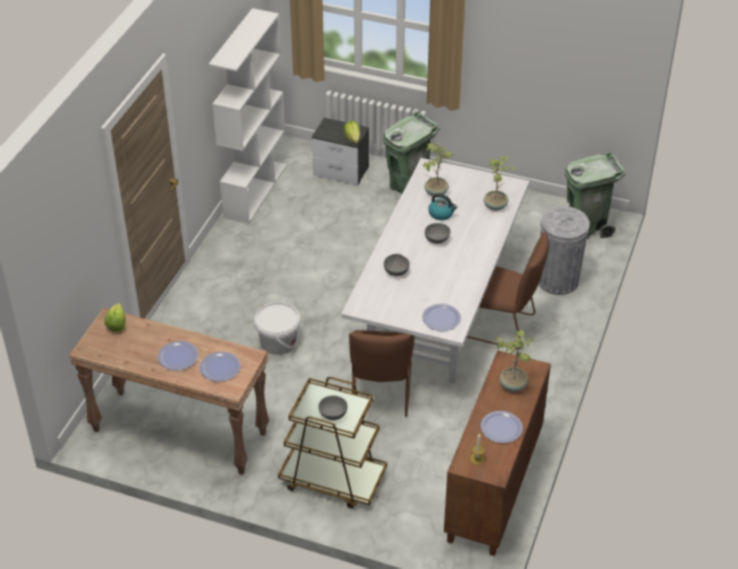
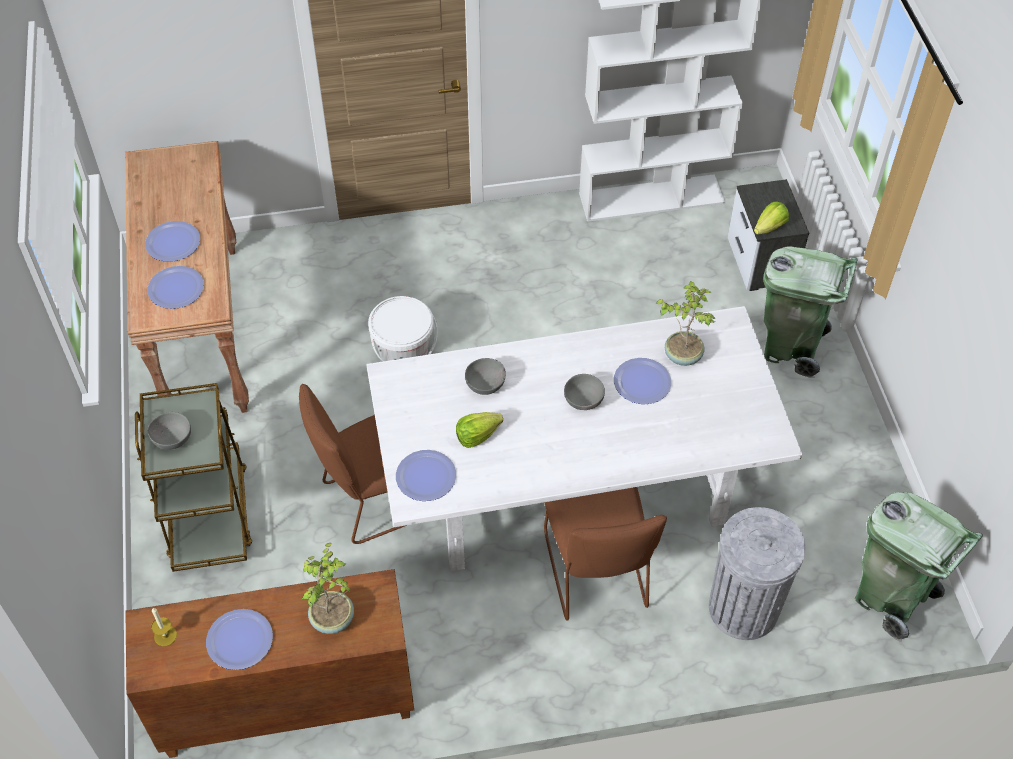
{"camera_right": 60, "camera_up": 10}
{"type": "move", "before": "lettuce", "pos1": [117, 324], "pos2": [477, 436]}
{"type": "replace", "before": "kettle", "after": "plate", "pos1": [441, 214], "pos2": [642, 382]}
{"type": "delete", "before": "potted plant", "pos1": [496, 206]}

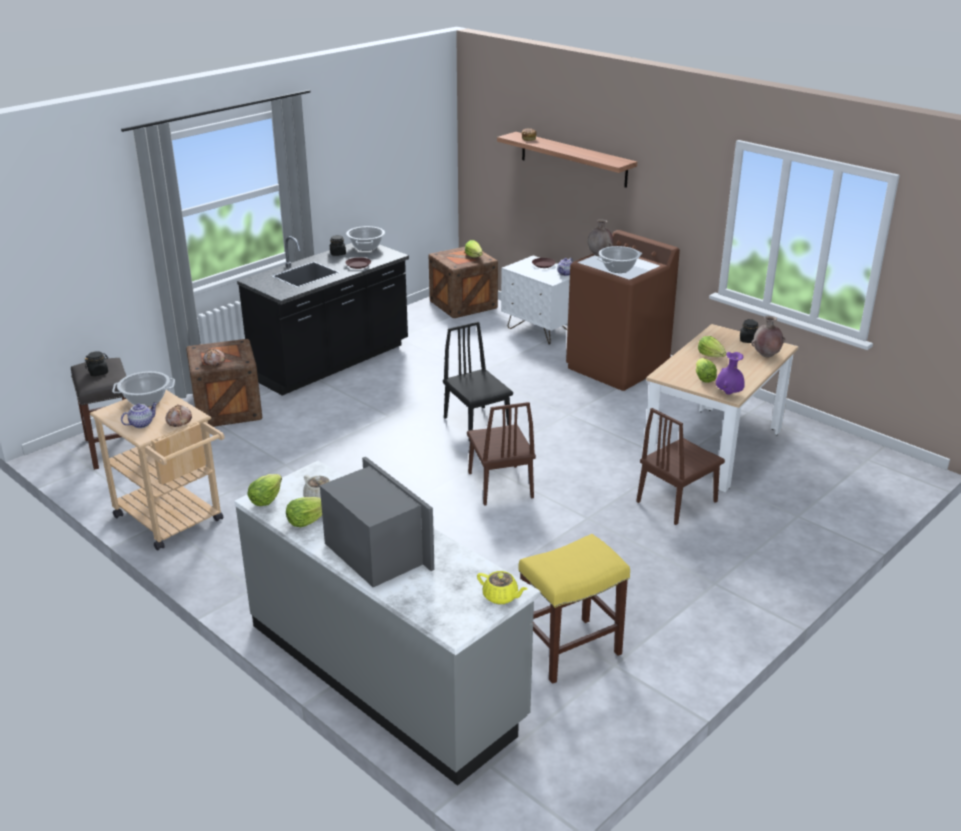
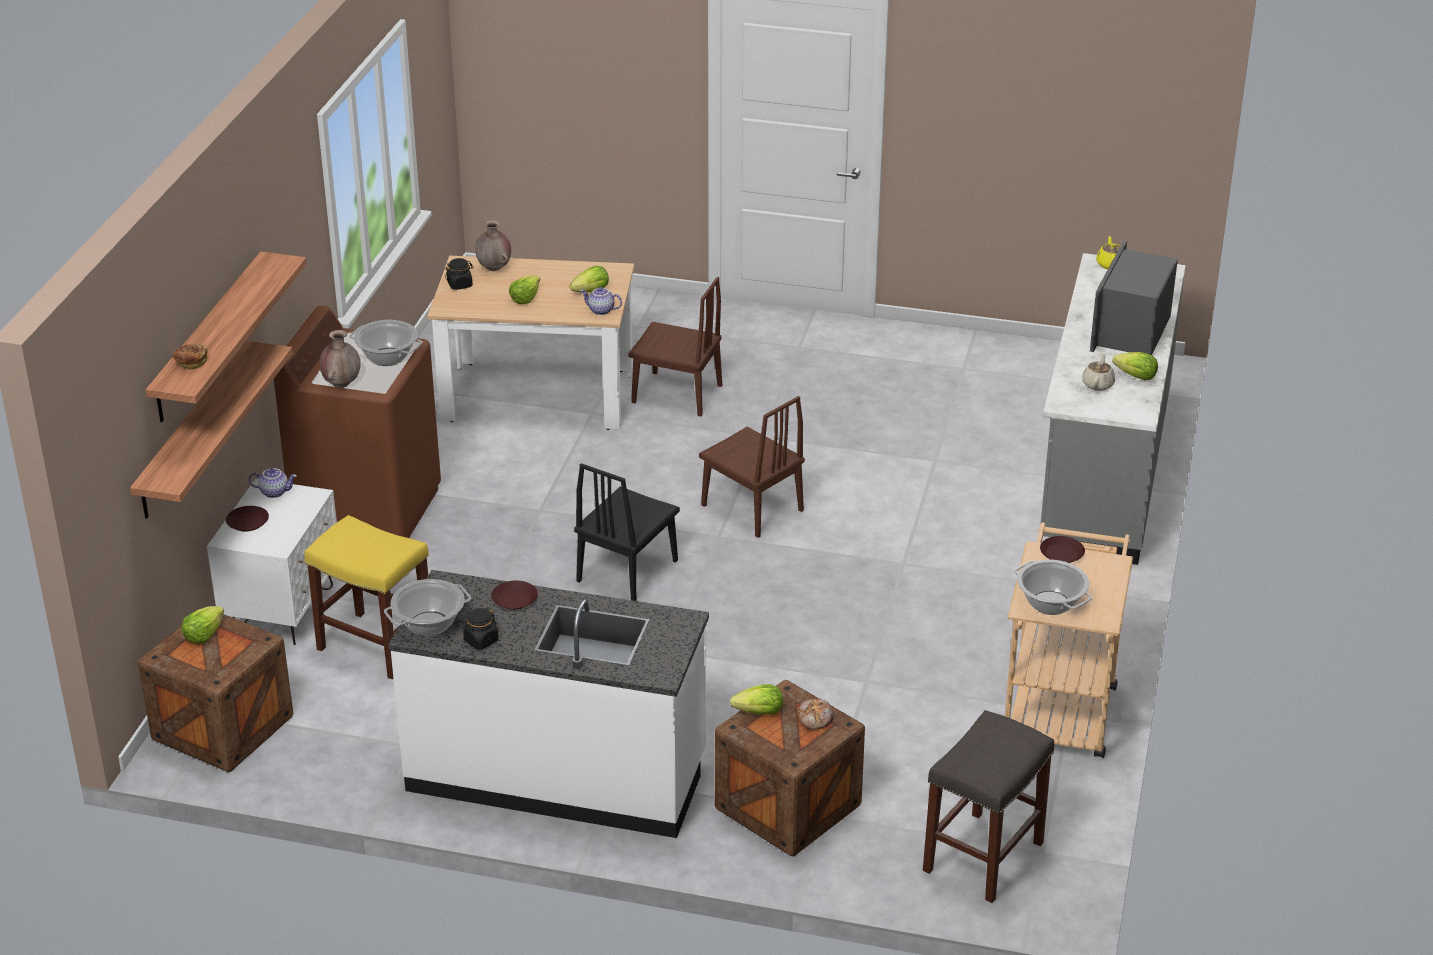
{"camera_right": -120, "camera_up": 5}
{"type": "delete", "before": "black jar", "pos1": [98, 372]}
{"type": "move", "before": "teapot", "pos1": [141, 424], "pos2": [600, 310]}
{"type": "replace", "before": "bread", "after": "brown plate", "pos1": [178, 421], "pos2": [1062, 553]}
{"type": "recolor", "before": "black counter", "after": "white counter", "pos1": [332, 363], "pos2": [557, 775]}
{"type": "move", "before": "lettuce", "pos1": [266, 500], "pos2": [759, 712]}
{"type": "rotate", "before": "brown chair", "pos1": [500, 485], "pos2": [752, 508], "turn": 90}
{"type": "move", "before": "yellow stool", "pos1": [570, 649], "pos2": [374, 645]}
{"type": "delete", "before": "purple vase", "pos1": [728, 393]}
{"type": "insert", "after": "shelf", "pos2": [193, 431]}

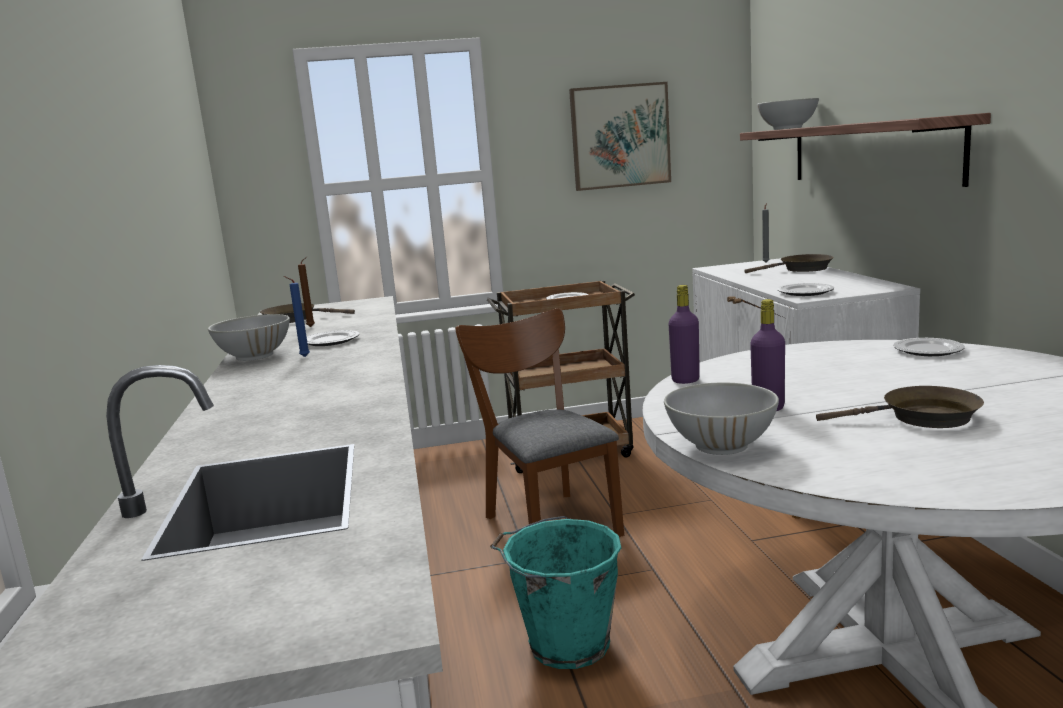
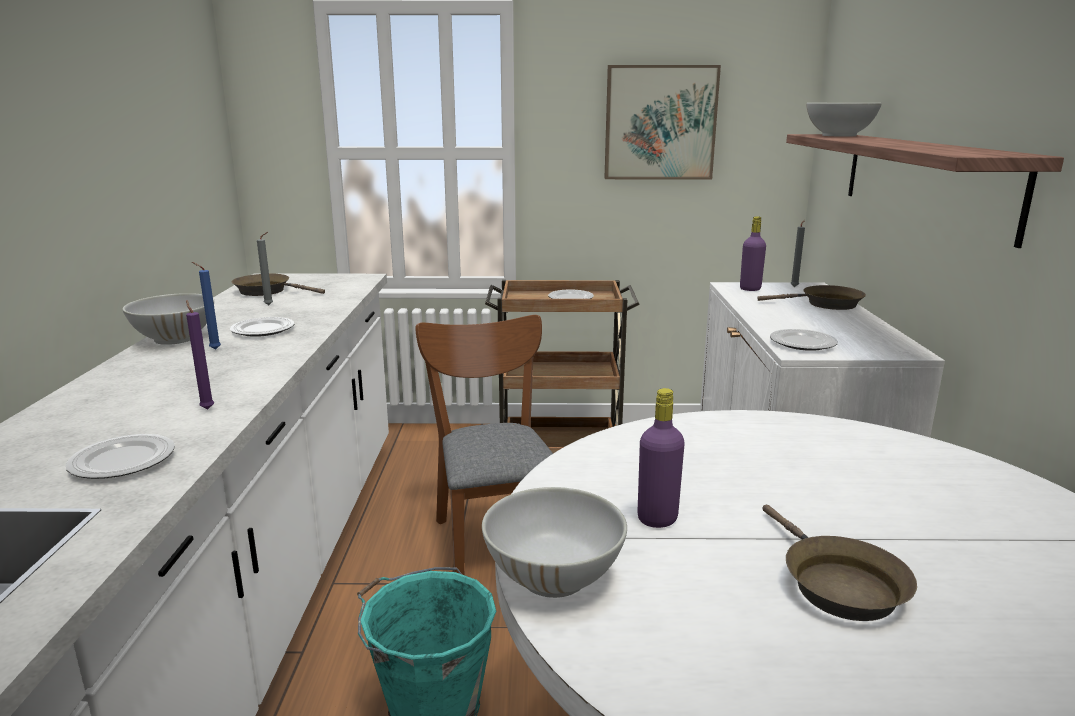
{"camera_right": 10, "camera_up": 5}
{"type": "recolor", "before": "brown candle", "after": "grey candle", "pos1": [312, 326], "pos2": [270, 305]}
{"type": "move", "before": "purple bottle", "pos1": [685, 380], "pos2": [750, 289]}
{"type": "rotate", "before": "brown frying pan", "pos1": [922, 418], "pos2": [836, 584], "turn": 60}
{"type": "move", "before": "plate", "pos1": [928, 350], "pos2": [124, 461]}
{"type": "insert", "after": "purple candle", "pos2": [207, 408]}

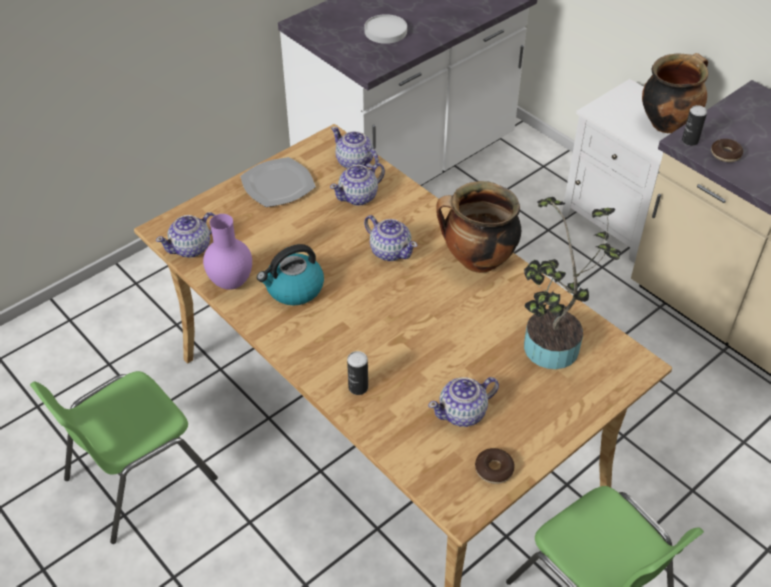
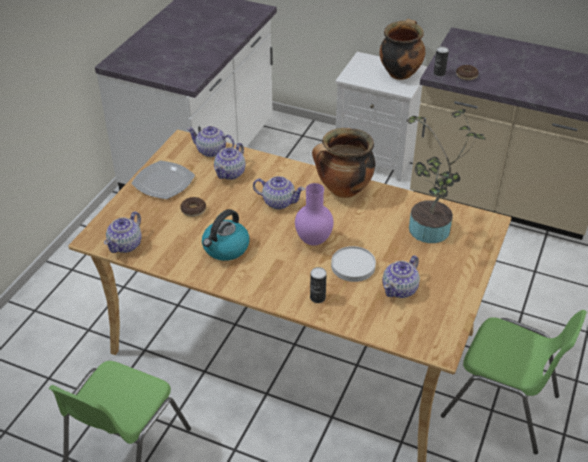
{"camera_right": -25, "camera_up": -5}
{"type": "move", "before": "purple vase", "pos1": [230, 282], "pos2": [312, 241]}
{"type": "move", "before": "white plate", "pos1": [385, 31], "pos2": [352, 266]}
{"type": "move", "before": "donut", "pos1": [494, 469], "pos2": [193, 210]}

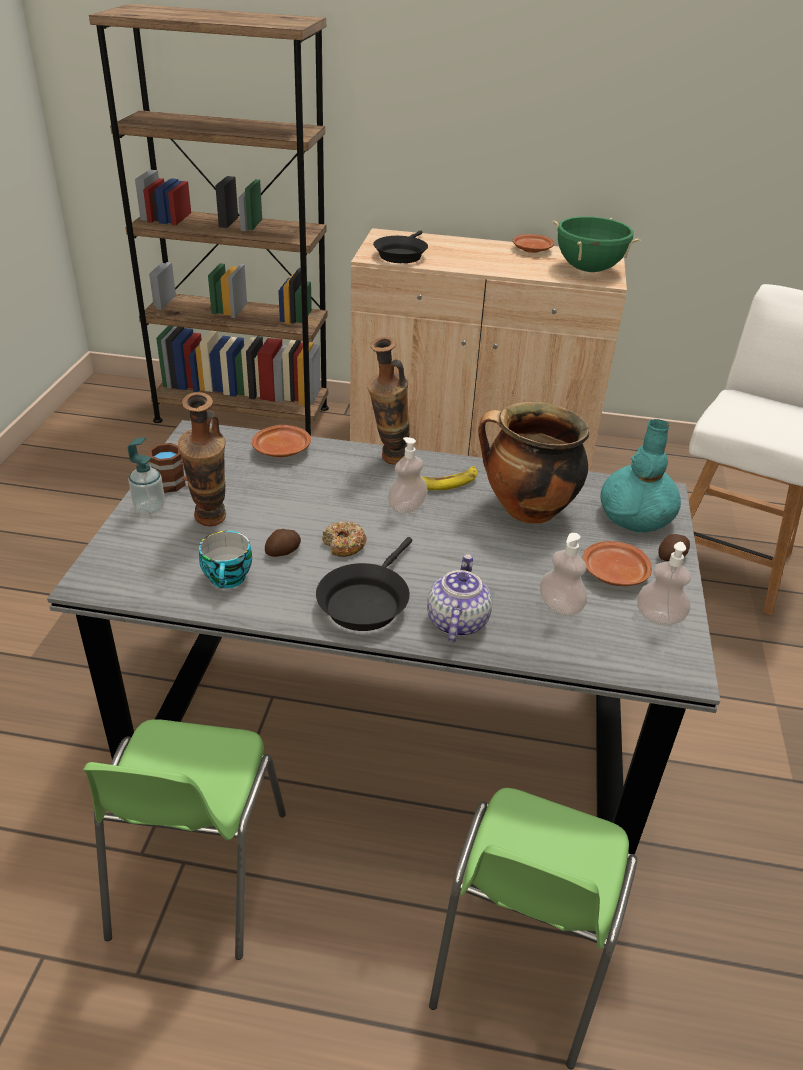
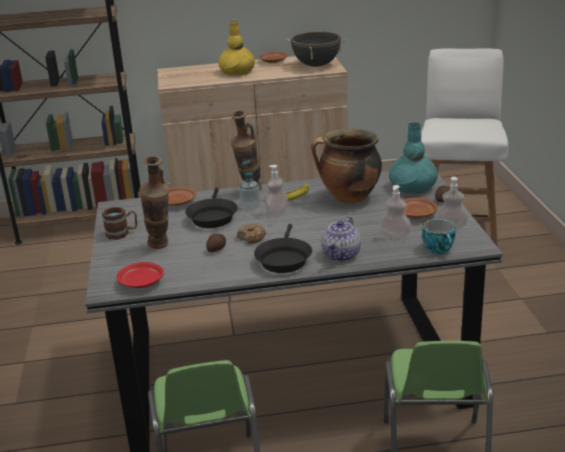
{"camera_right": -15, "camera_up": -10}
{"type": "move", "before": "soap dispenser", "pos1": [149, 508], "pos2": [250, 206]}
{"type": "move", "before": "cup", "pos1": [229, 579], "pos2": [439, 249]}
{"type": "move", "before": "black frying pan", "pos1": [401, 254], "pos2": [212, 217]}
{"type": "rotate", "before": "teapot", "pos1": [456, 621], "pos2": [341, 255], "turn": -150}
{"type": "recolor", "before": "green cooking pot", "after": "black cooking pot", "pos1": [588, 269], "pos2": [316, 65]}
{"type": "insert", "after": "red plate", "pos2": [141, 283]}
{"type": "insert", "after": "yellow vase", "pos2": [237, 72]}

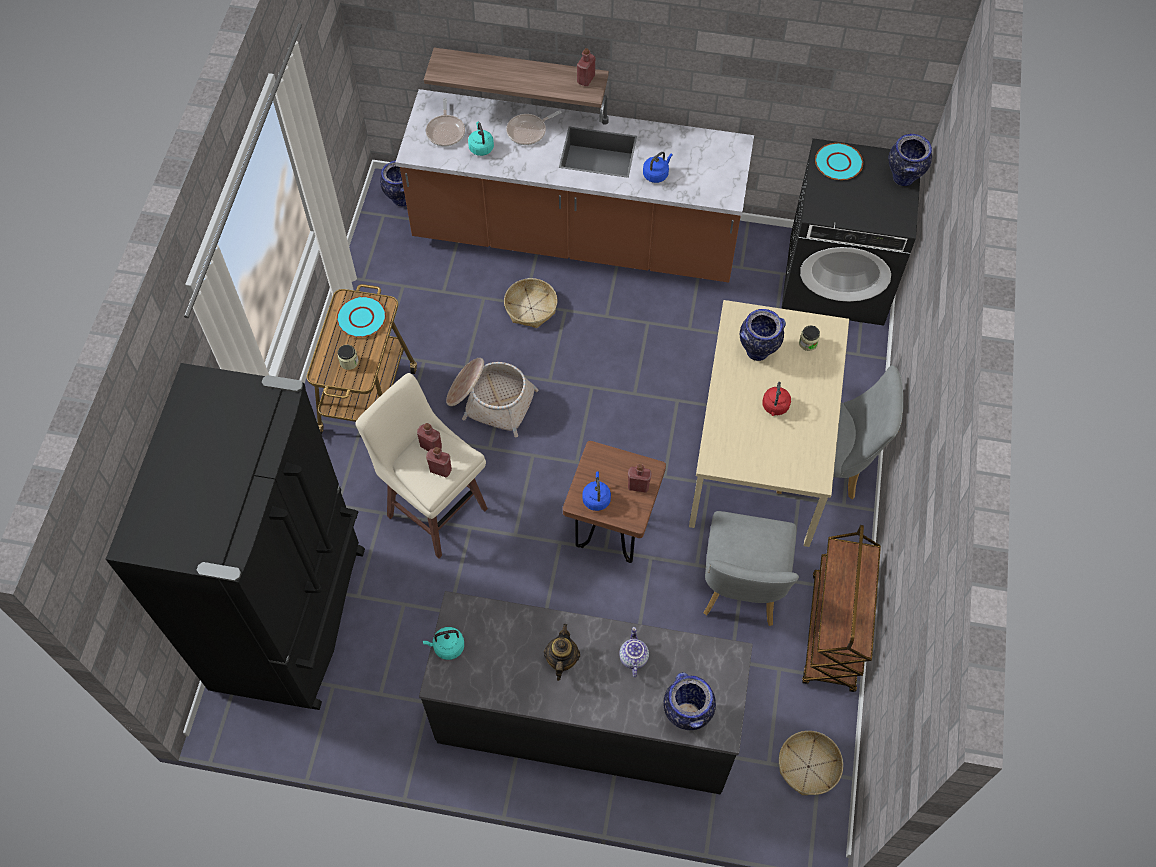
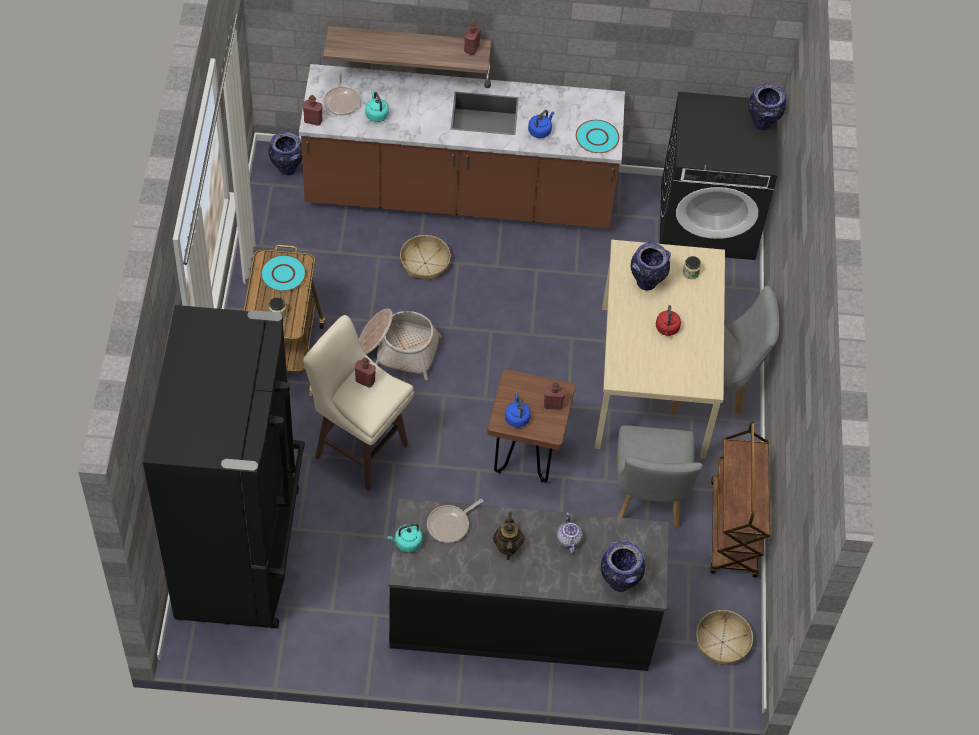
{"camera_right": -10, "camera_up": -5}
{"type": "move", "before": "red bottle", "pos1": [440, 470], "pos2": [313, 121]}
{"type": "move", "before": "frying pan", "pos1": [529, 131], "pos2": [450, 525]}
{"type": "move", "before": "turquoise plate", "pos1": [838, 163], "pos2": [597, 138]}

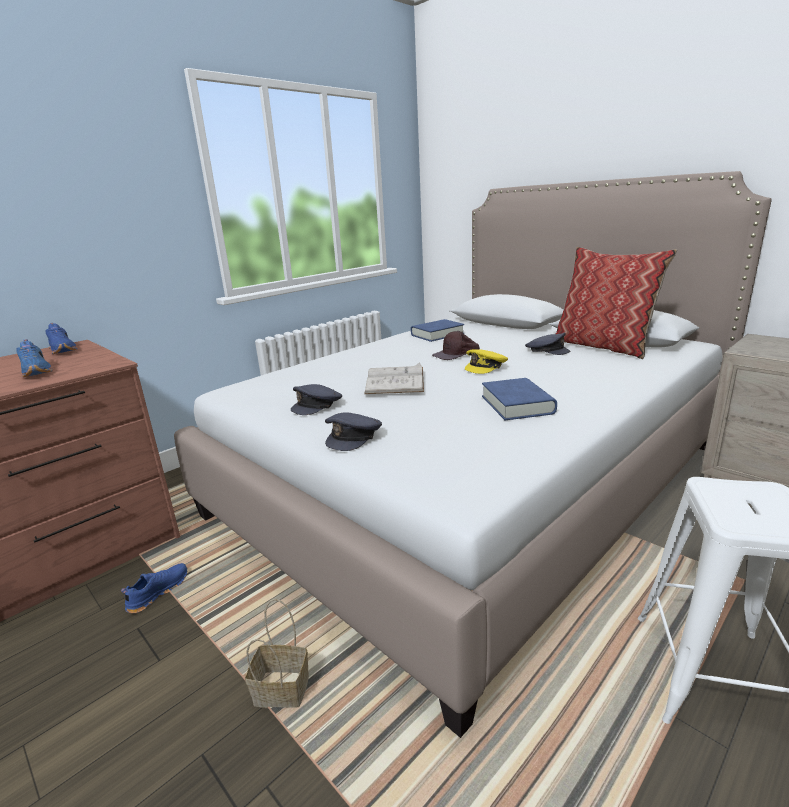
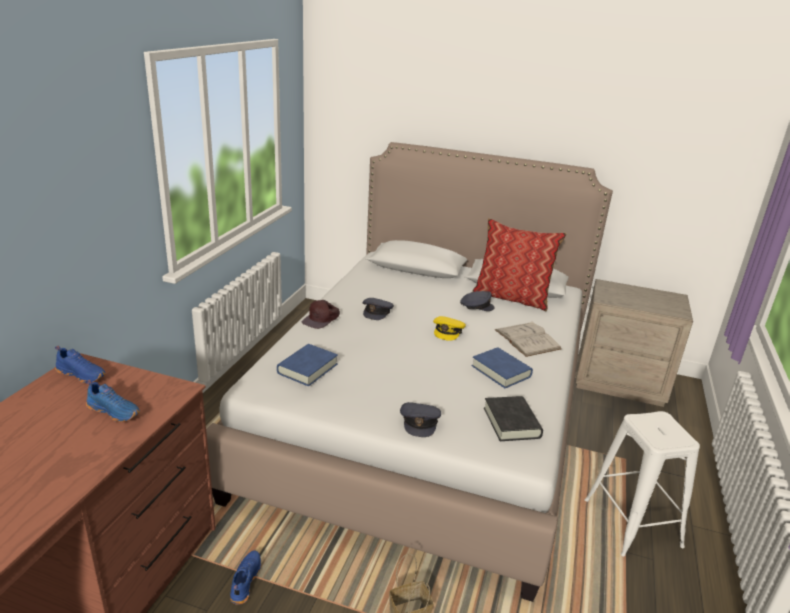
{"camera_right": -30, "camera_up": 5}
{"type": "move", "before": "grey cap", "pos1": [317, 405], "pos2": [377, 312]}
{"type": "move", "before": "white book", "pos1": [395, 380], "pos2": [527, 339]}
{"type": "move", "before": "blue book", "pos1": [437, 334], "pos2": [307, 369]}
{"type": "move", "before": "brown cap", "pos1": [456, 354], "pos2": [321, 319]}
{"type": "insert", "after": "black book", "pos2": [511, 423]}

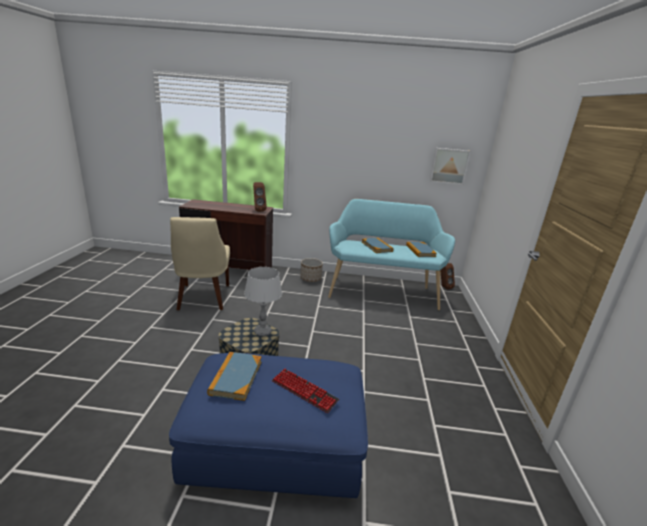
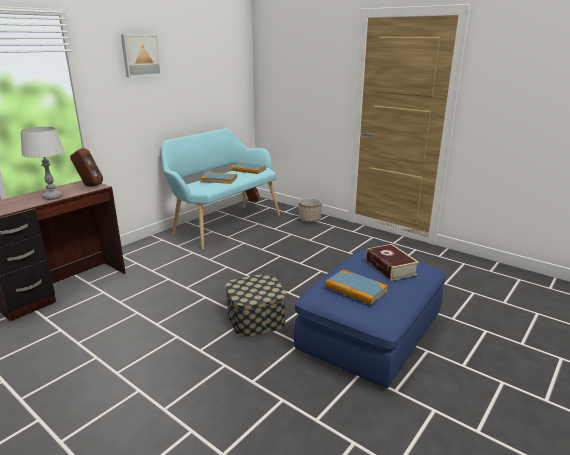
{"camera_right": -55, "camera_up": 0}
{"type": "delete", "before": "beige chair", "pos1": [203, 298]}
{"type": "move", "before": "grey table lamp", "pos1": [262, 332], "pos2": [52, 197]}
{"type": "replace", "before": "keyboard", "after": "book", "pos1": [304, 391], "pos2": [390, 267]}
{"type": "move", "before": "planter", "pos1": [311, 278], "pos2": [309, 219]}
{"type": "move", "before": "picture", "pos1": [449, 166], "pos2": [140, 55]}

